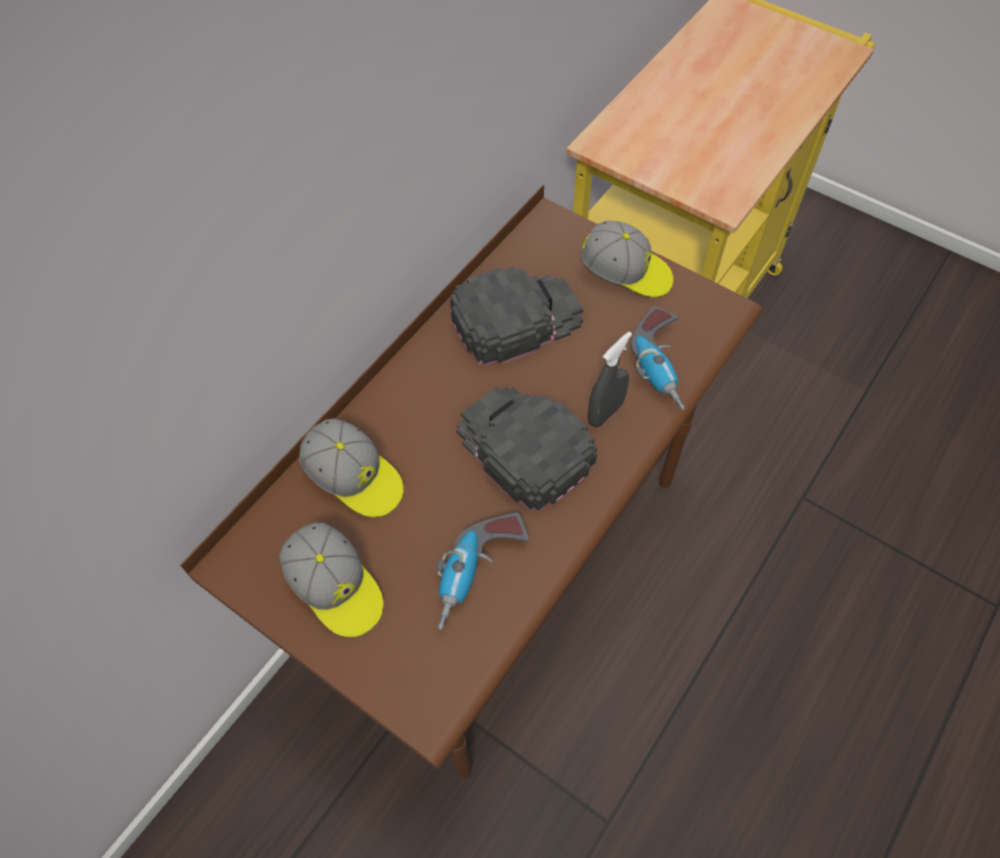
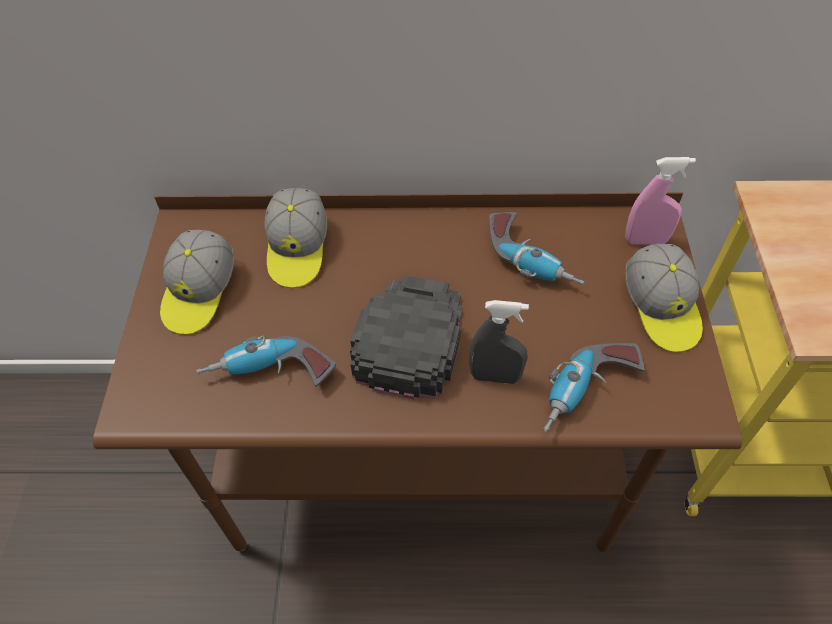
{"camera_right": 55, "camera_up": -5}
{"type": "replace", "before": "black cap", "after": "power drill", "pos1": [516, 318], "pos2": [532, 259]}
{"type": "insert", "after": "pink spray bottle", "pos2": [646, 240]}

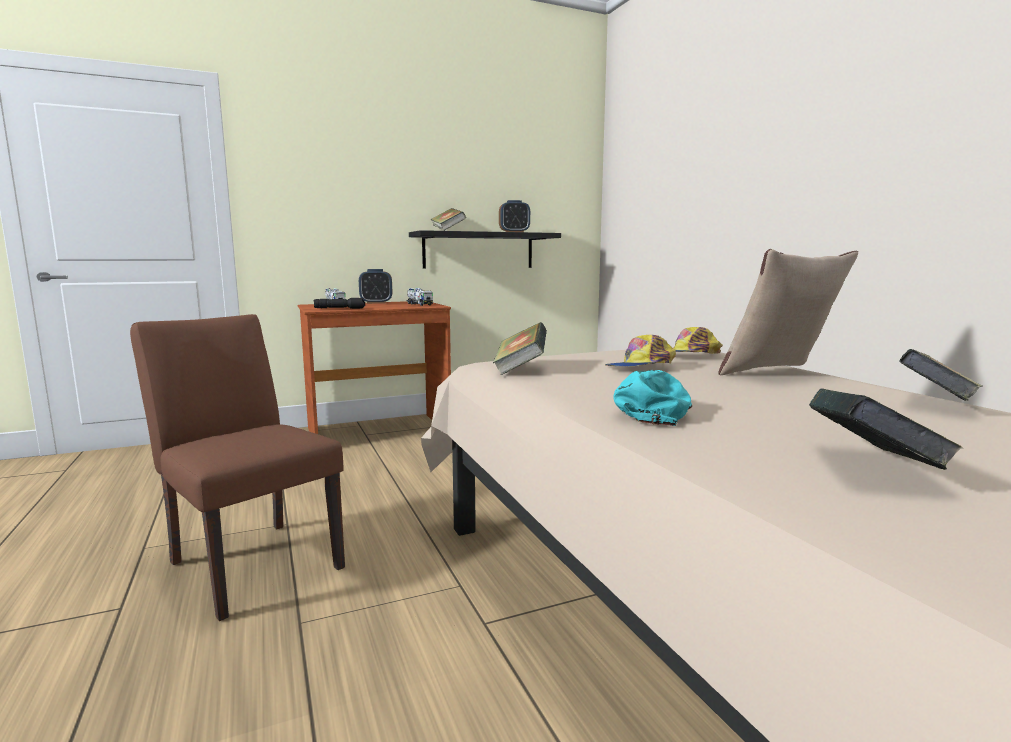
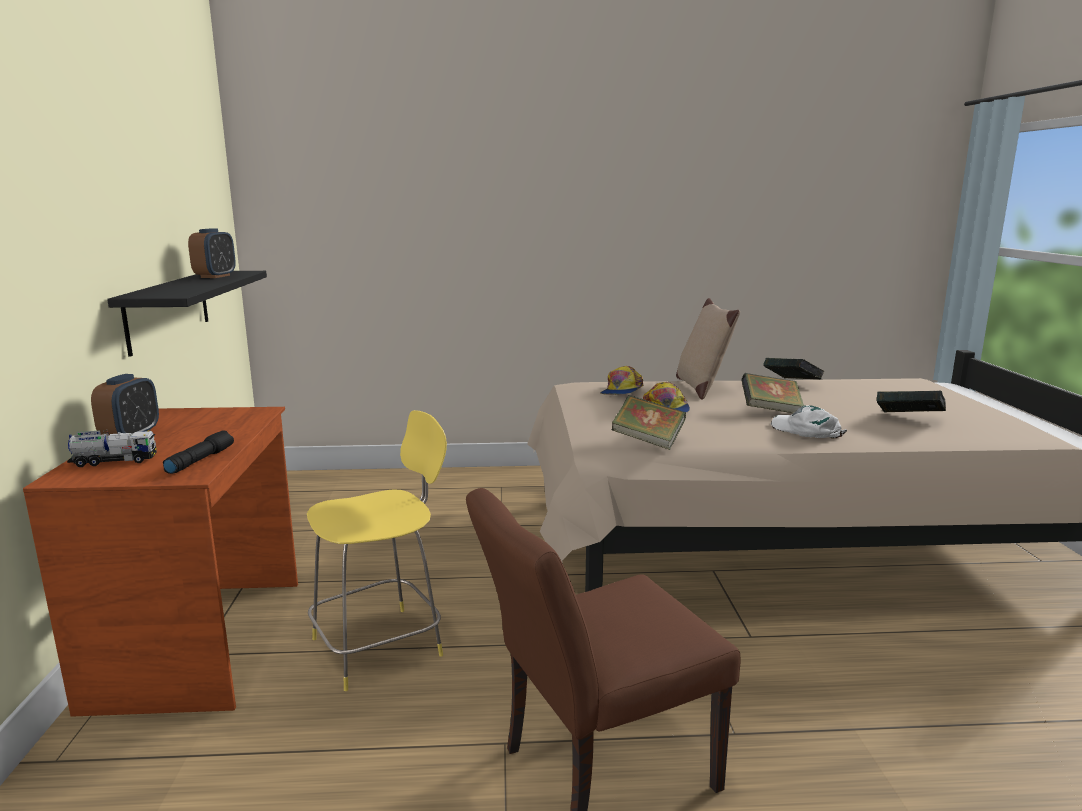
{"camera_right": -70, "camera_up": 5}
{"type": "delete", "before": "toy truck", "pos1": [419, 304]}
{"type": "move", "before": "book", "pos1": [448, 231], "pos2": [770, 411]}
{"type": "recolor", "before": "turquoise cap", "after": "white cap", "pos1": [655, 410], "pos2": [806, 430]}
{"type": "insert", "after": "yellow stool", "pos2": [382, 645]}

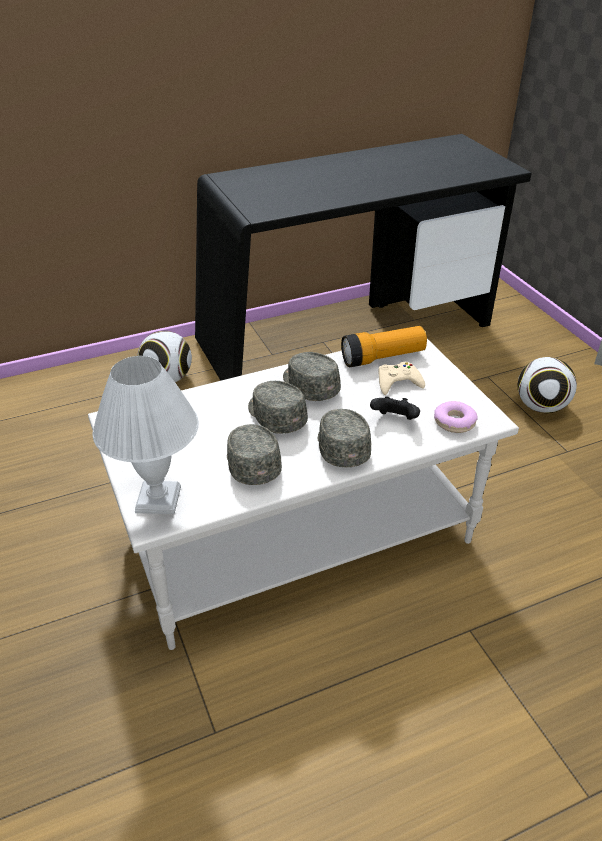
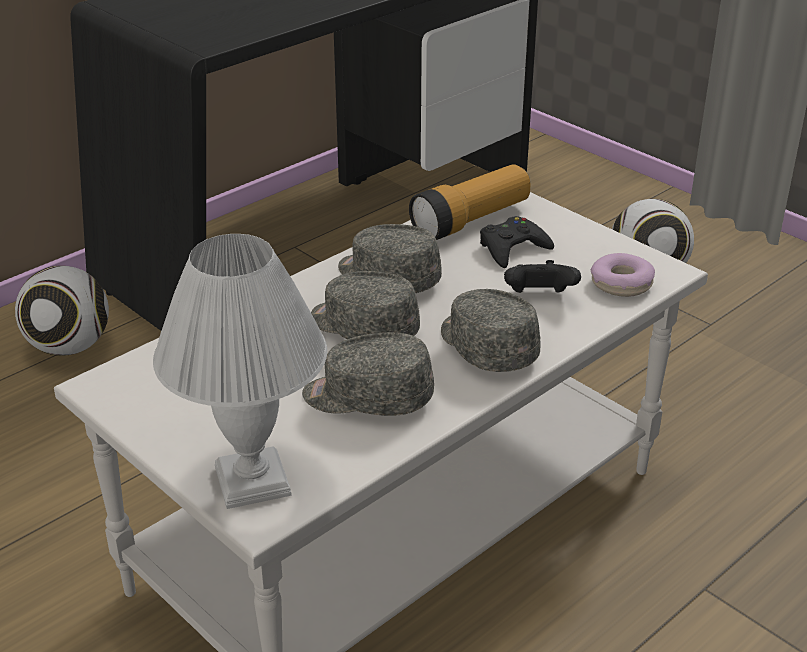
{"camera_right": -20, "camera_up": -5}
{"type": "rotate", "before": "grey cap", "pos1": [252, 463], "pos2": [367, 397], "turn": -45}
{"type": "recolor", "before": "beige game controller", "after": "black game controller", "pos1": [398, 382], "pos2": [512, 248]}

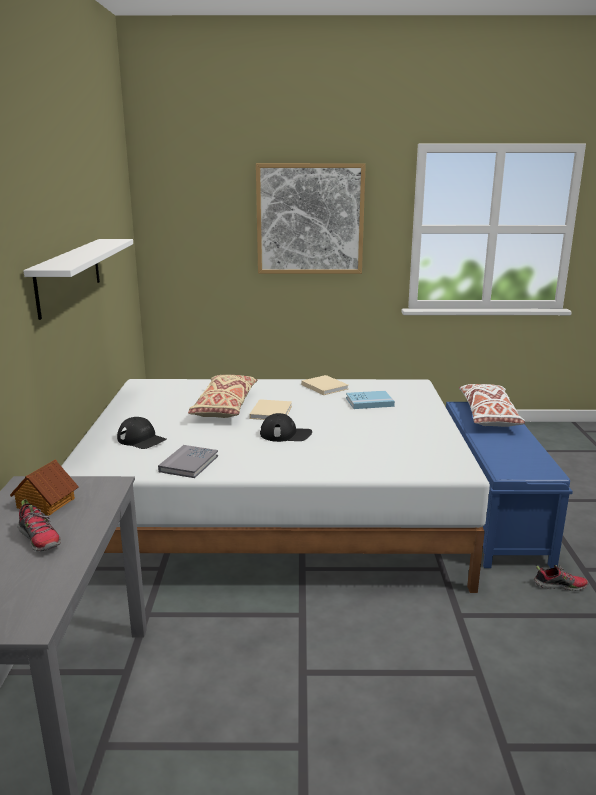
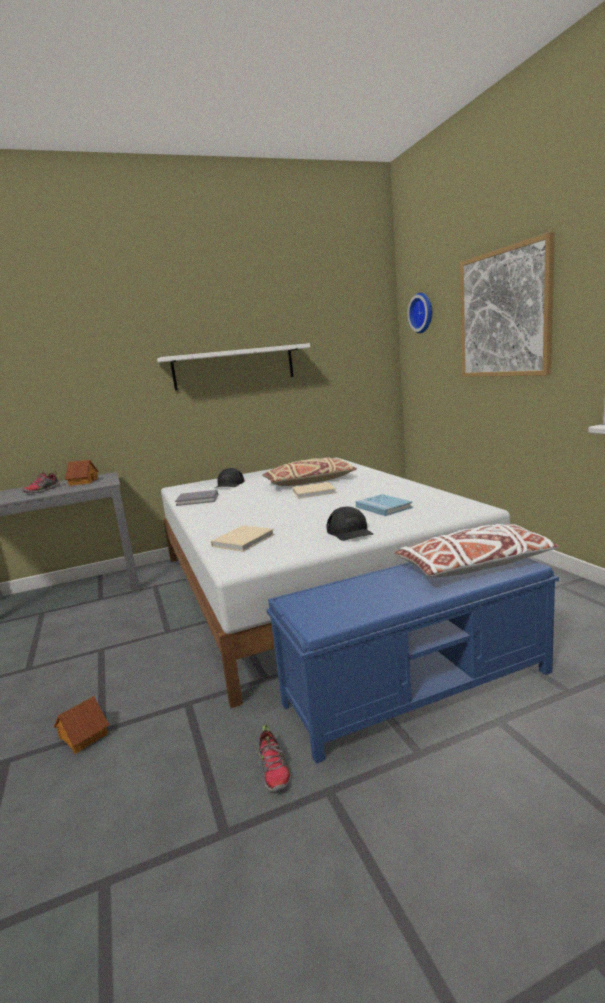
{"camera_right": 70, "camera_up": -5}
{"type": "move", "before": "black cap", "pos1": [286, 434], "pos2": [350, 532]}
{"type": "move", "before": "beige book", "pos1": [323, 386], "pos2": [244, 540]}
{"type": "insert", "after": "toy house", "pos2": [83, 736]}
{"type": "insert", "after": "wall clock", "pos2": [423, 313]}

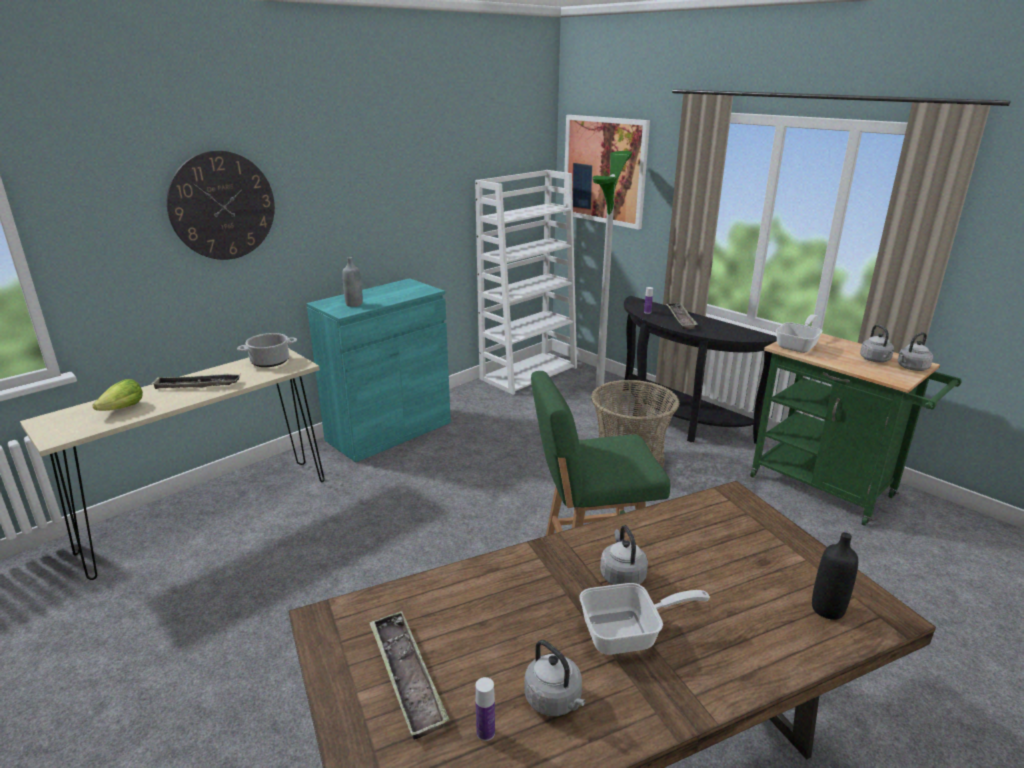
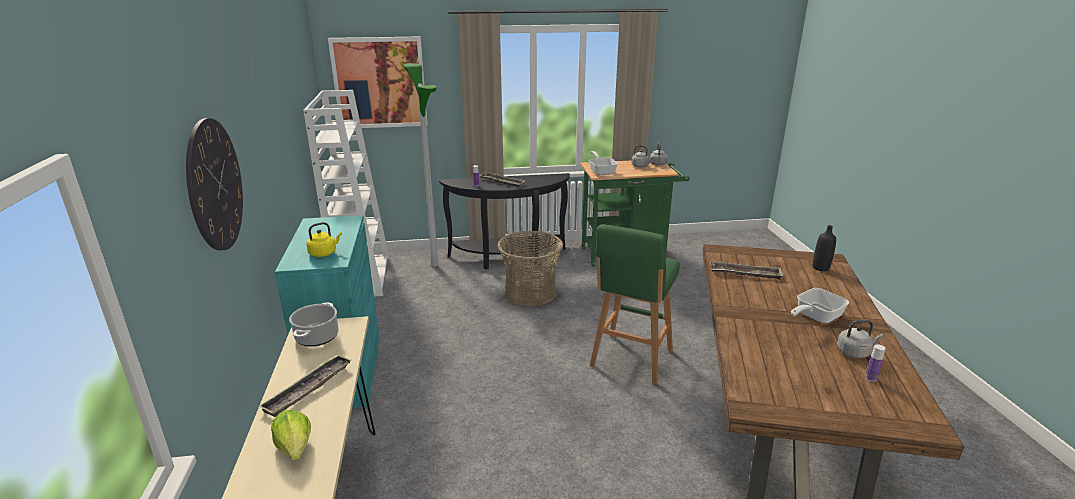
{"camera_right": -55, "camera_up": 0}
{"type": "replace", "before": "grey bottle", "after": "yellow kettle", "pos1": [354, 304], "pos2": [324, 253]}
{"type": "move", "before": "tray", "pos1": [407, 677], "pos2": [745, 273]}
{"type": "rotate", "before": "frying pan", "pos1": [629, 634], "pos2": [814, 317], "turn": -150}
{"type": "delete", "before": "grey kettle", "pos1": [621, 575]}

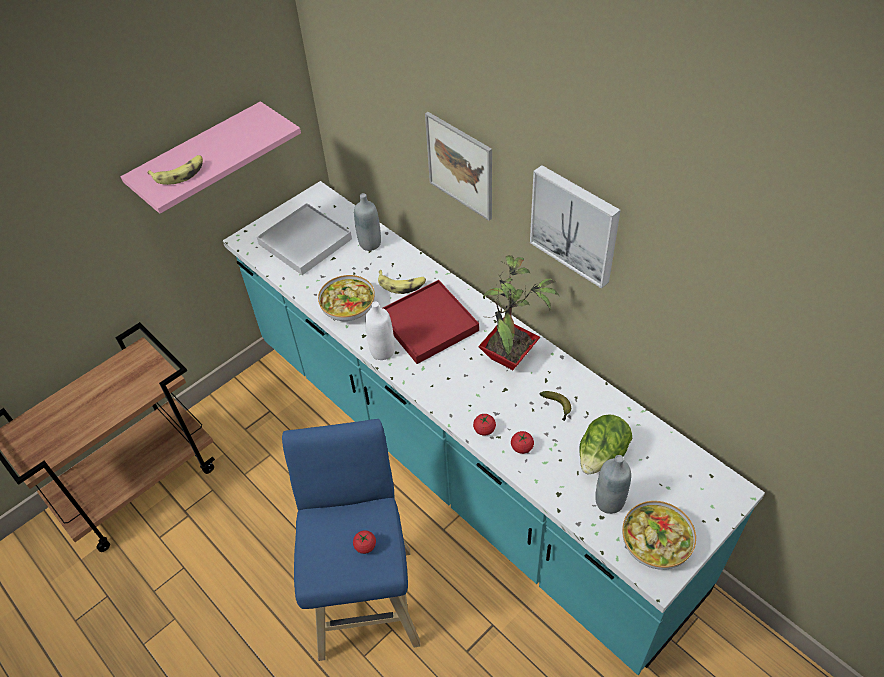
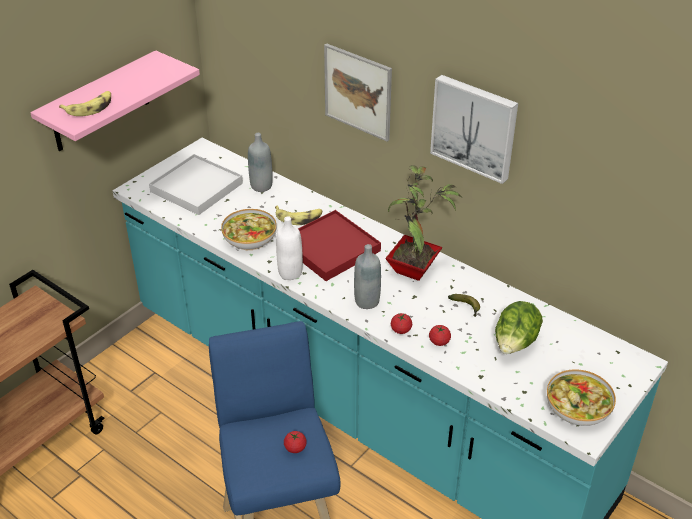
{"camera_right": -10, "camera_up": -10}
{"type": "move", "before": "grey bottle", "pos1": [609, 502], "pos2": [367, 301]}

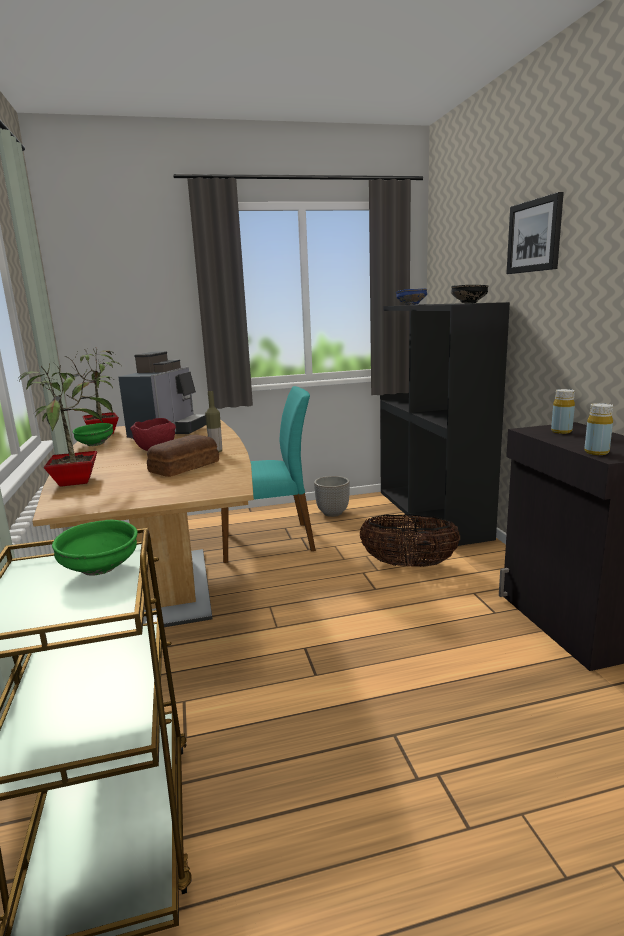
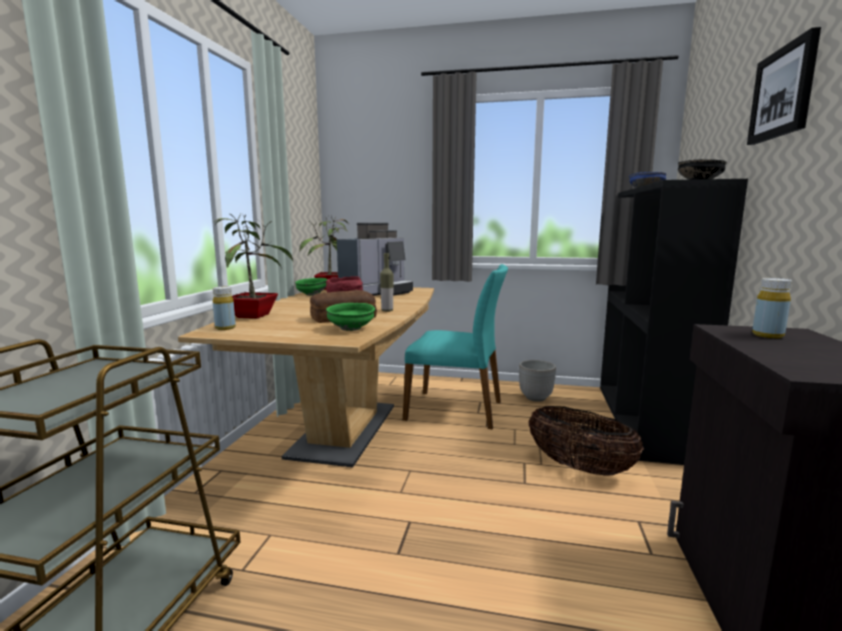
{"camera_right": 25, "camera_up": -5}
{"type": "move", "before": "green bowl", "pos1": [100, 569], "pos2": [351, 329]}
{"type": "move", "before": "yellow bottle", "pos1": [596, 452], "pos2": [225, 328]}

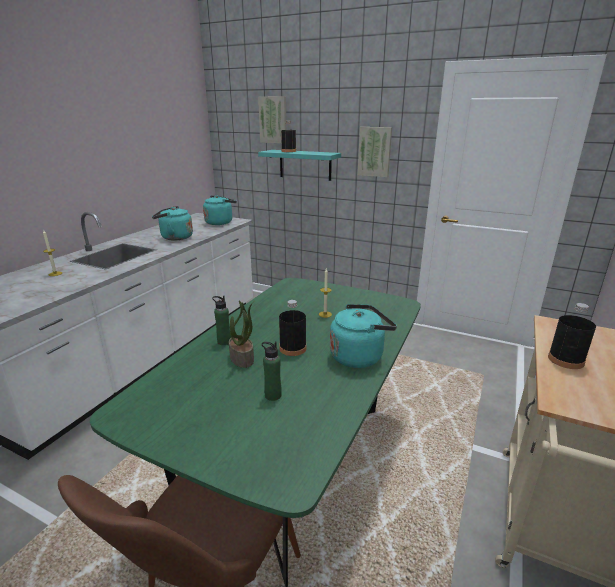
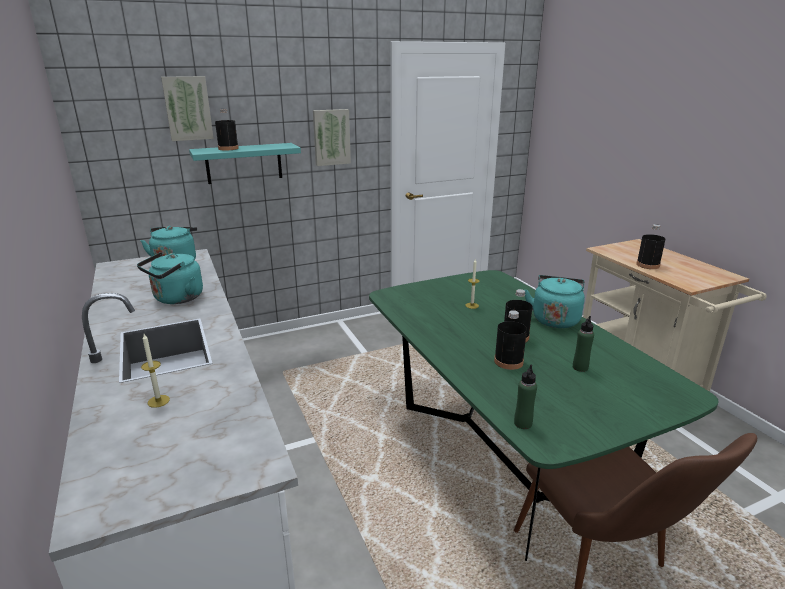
{"camera_right": -50, "camera_up": 0}
{"type": "move", "before": "green bottle", "pos1": [224, 341], "pos2": [522, 423]}
{"type": "replace", "before": "potted plant", "after": "black bottle", "pos1": [242, 358], "pos2": [508, 361]}

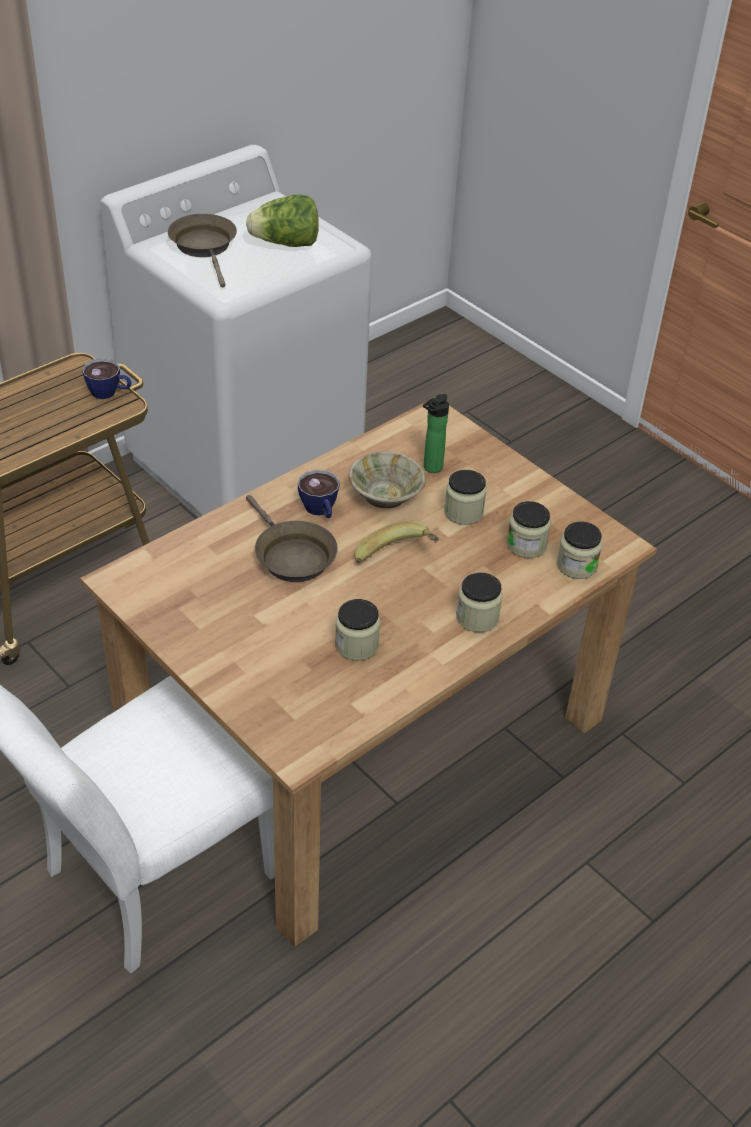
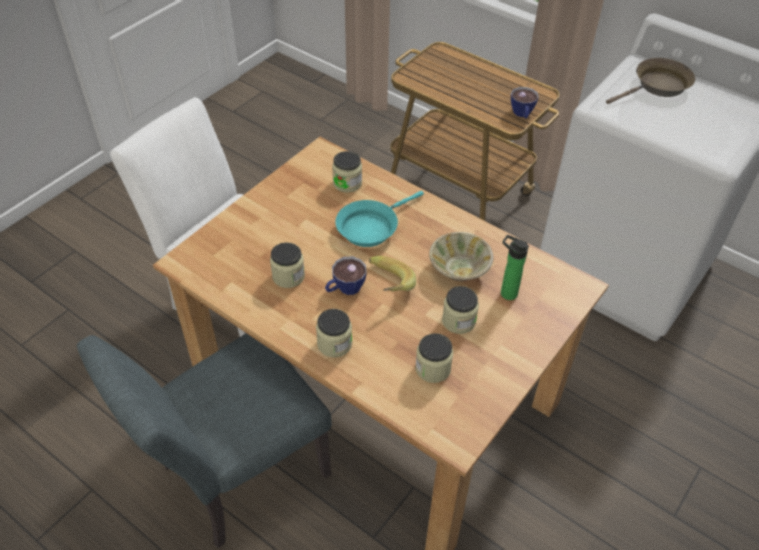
{"camera_right": 80, "camera_up": 5}
{"type": "delete", "before": "lettuce", "pos1": [286, 244]}
{"type": "recolor", "before": "brown frying pan", "after": "turquoise frying pan", "pos1": [291, 556], "pos2": [371, 227]}
{"type": "move", "before": "cup", "pos1": [320, 511], "pos2": [344, 289]}
{"type": "move", "before": "jar", "pos1": [576, 565], "pos2": [347, 183]}
{"type": "insert", "after": "grey chair", "pos2": [234, 476]}

